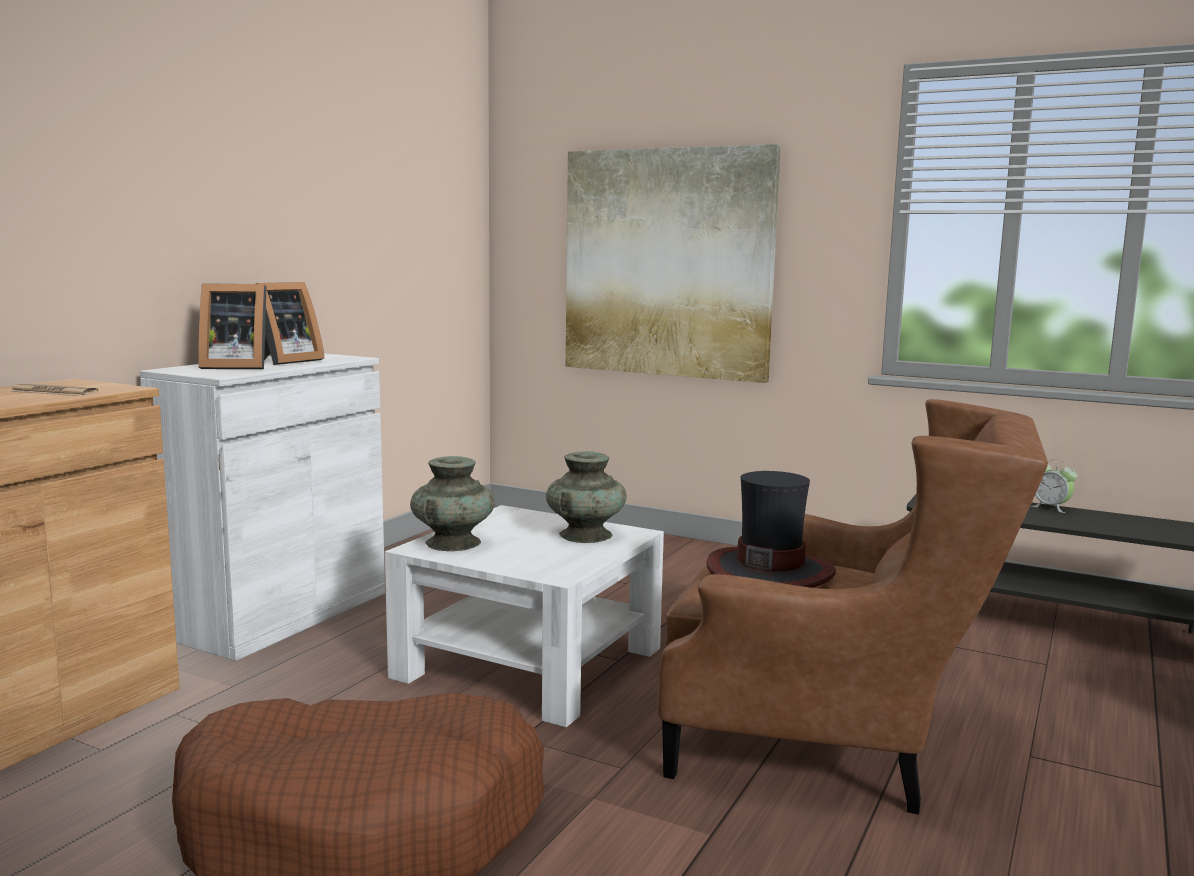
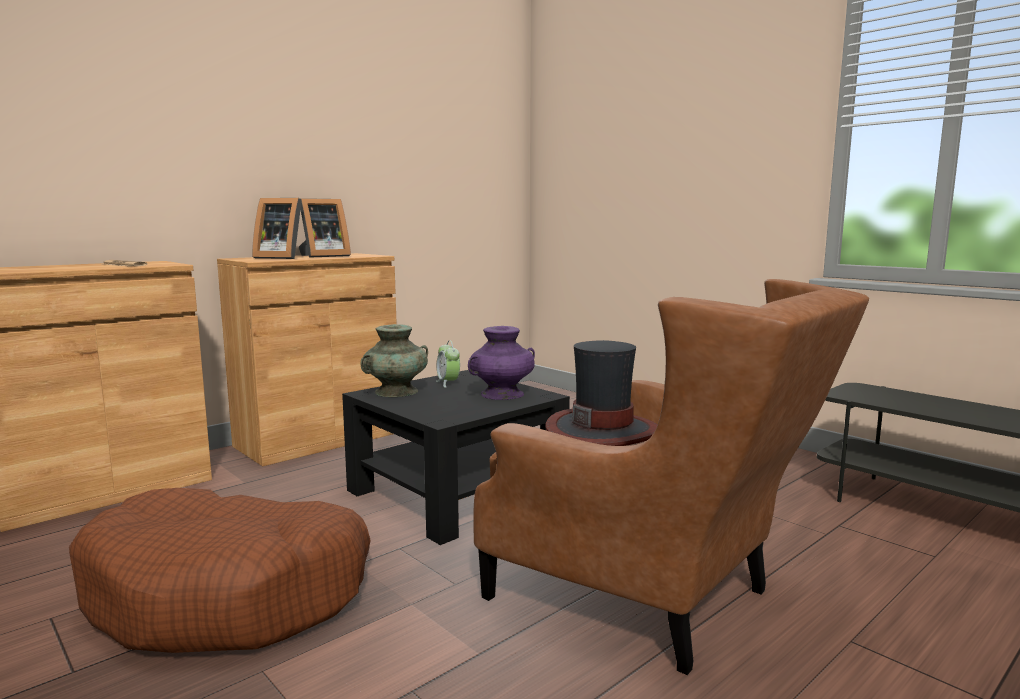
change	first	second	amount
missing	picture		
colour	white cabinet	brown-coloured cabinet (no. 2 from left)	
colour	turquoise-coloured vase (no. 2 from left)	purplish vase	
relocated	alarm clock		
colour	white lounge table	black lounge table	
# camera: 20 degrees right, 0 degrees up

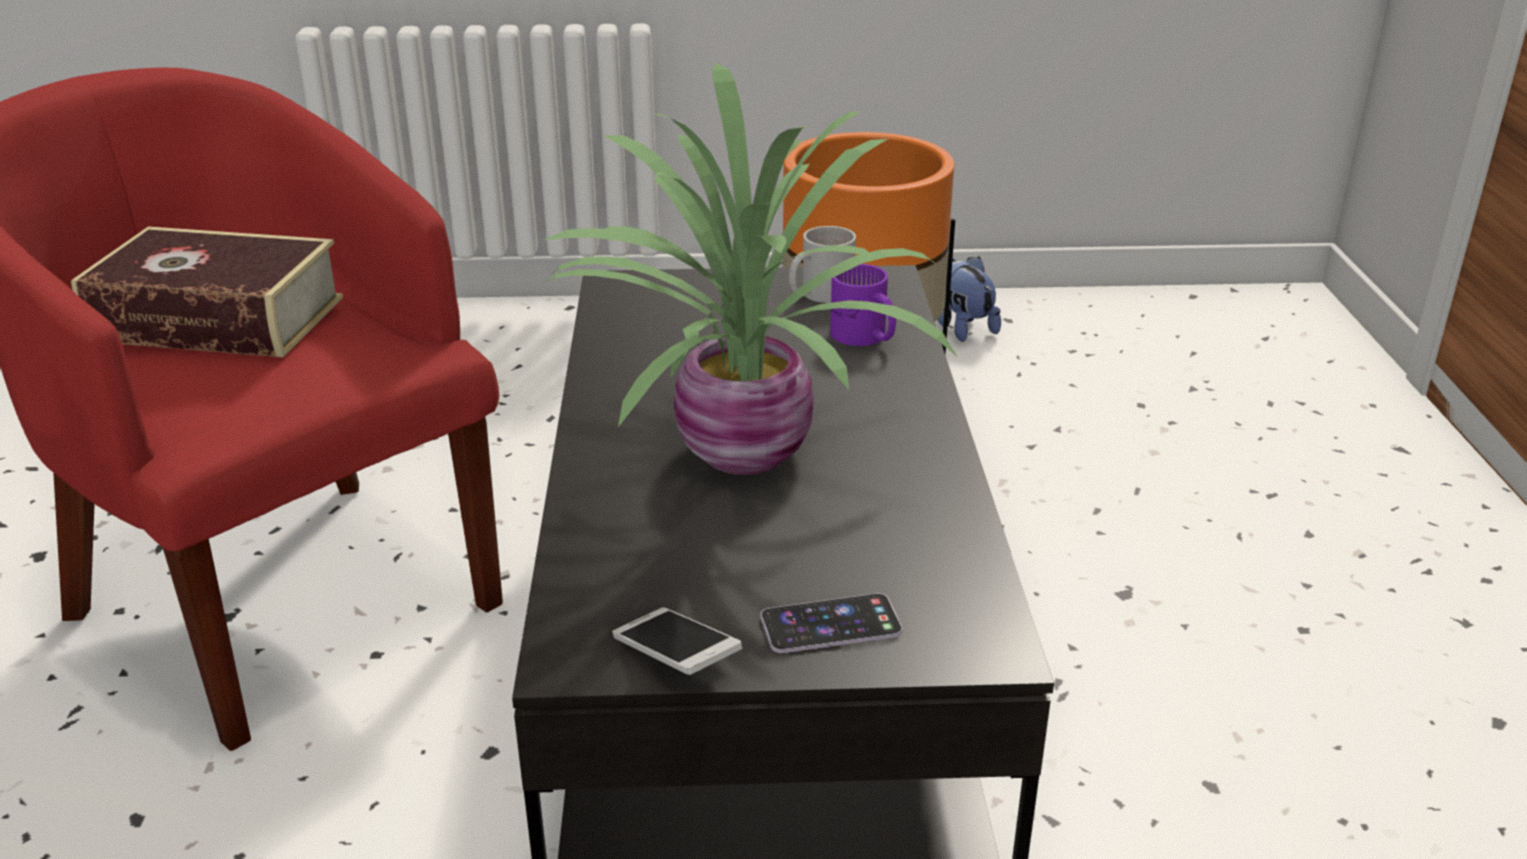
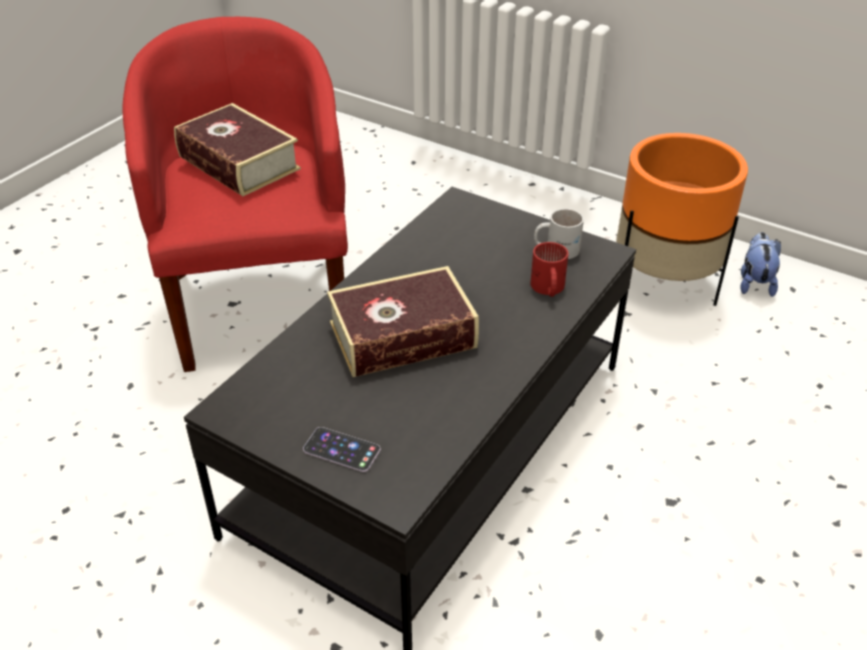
change	first	second	amount
exchanged	potted plant	book (no. 2 from left)	
colour	purplish tea mug	red tea mug	
missing	telephone (no. 1 from left)		
# camera: 35 degrees right, 10 degrees up

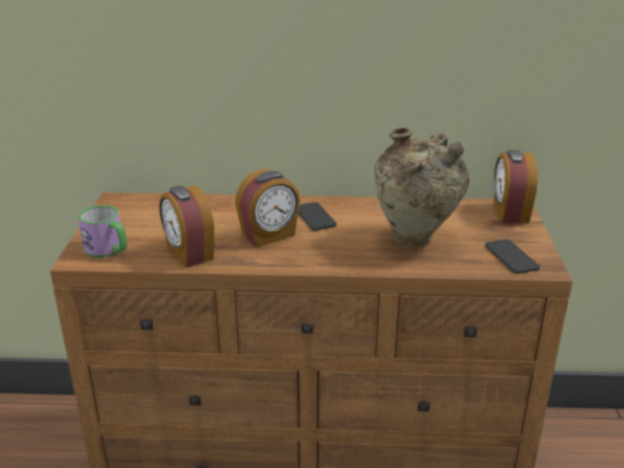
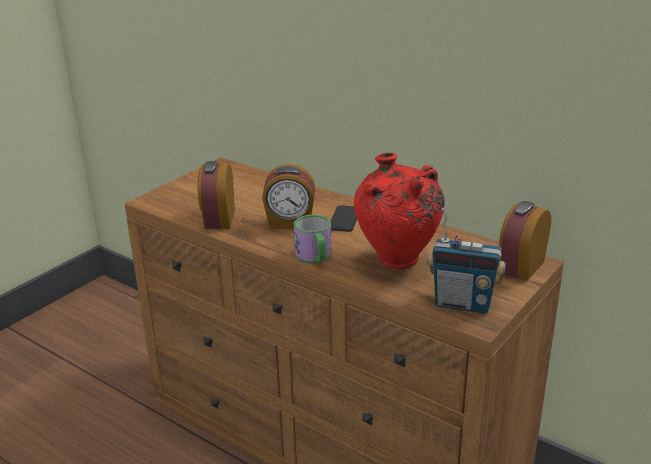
change	first	second	amount
colour	sand-coloured vase	red vase	
relocated	tea mug		
exchanged	telephone (no. 2 from left)	radio	
# camera: 35 degrees right, 0 degrees up

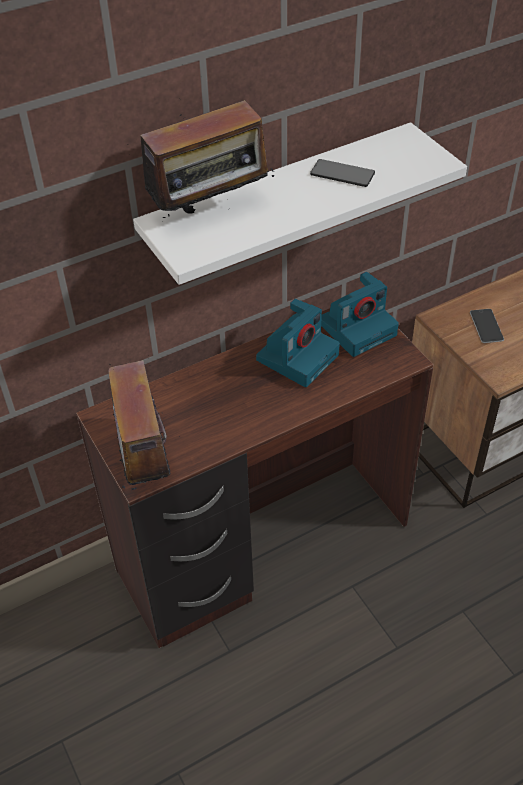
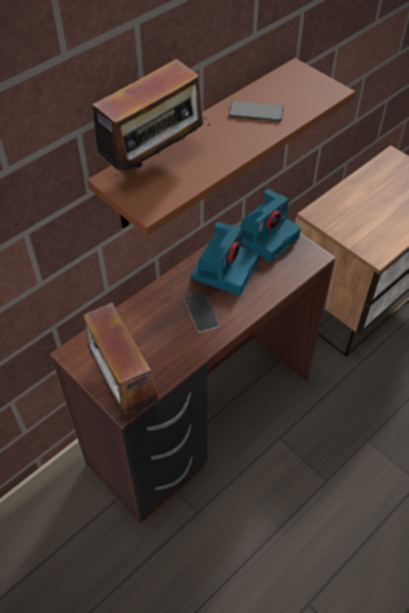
change	first	second	amount
colour	white bracket shelf	brown-coloured bracket shelf	
relocated	telephone (no. 2 from left in the first image)	telephone (no. 1 from left)	
# camera: 15 degrees left, 5 degrees up

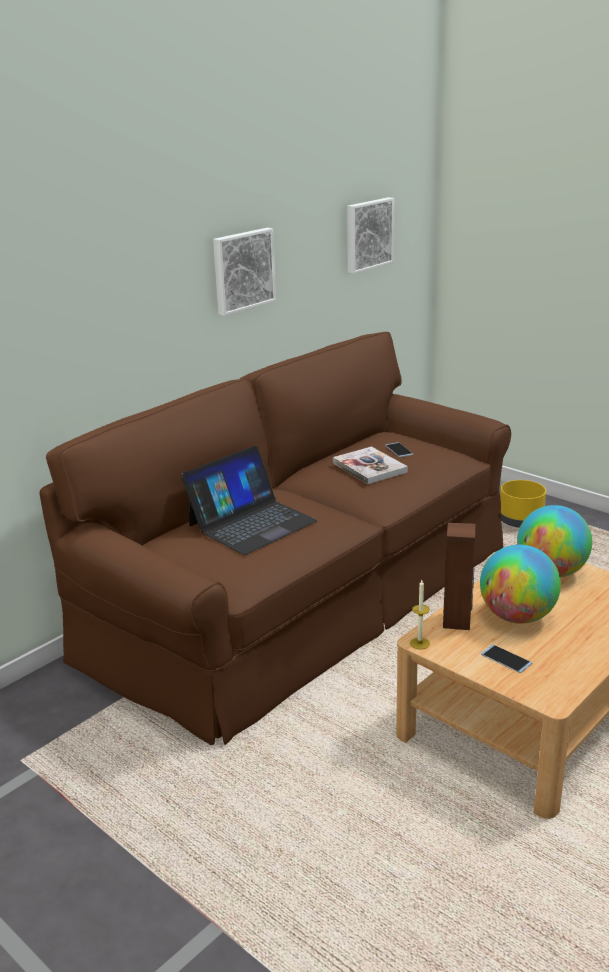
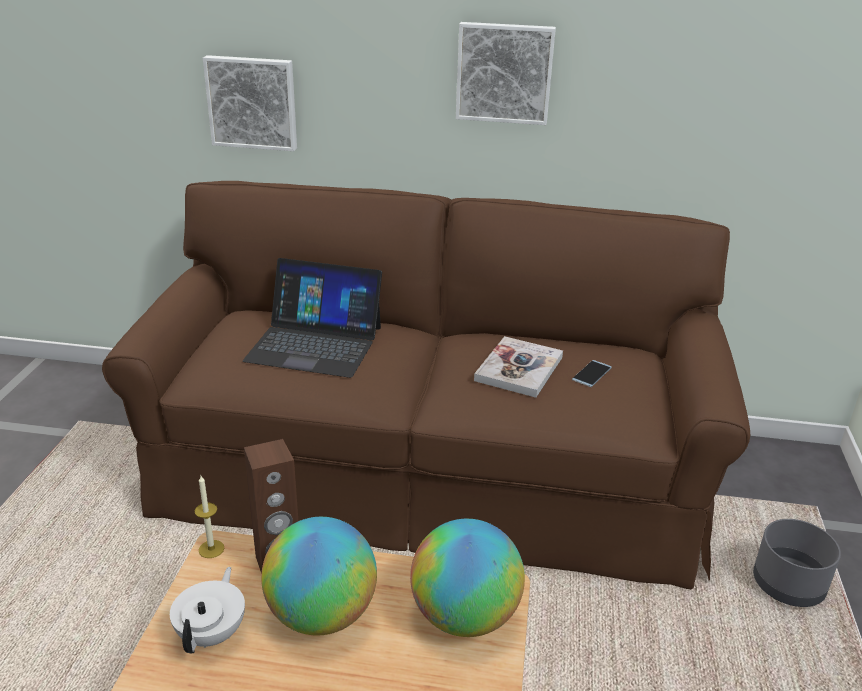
change	first	second	amount
relocated	picture (no. 2 from left in the first image)	picture (no. 1 from left)	
colour	yellow flower pot	grey flower pot	
exchanged	telephone (no. 2 from left)	white pot for tea	
# camera: 55 degrees right, 5 degrees up

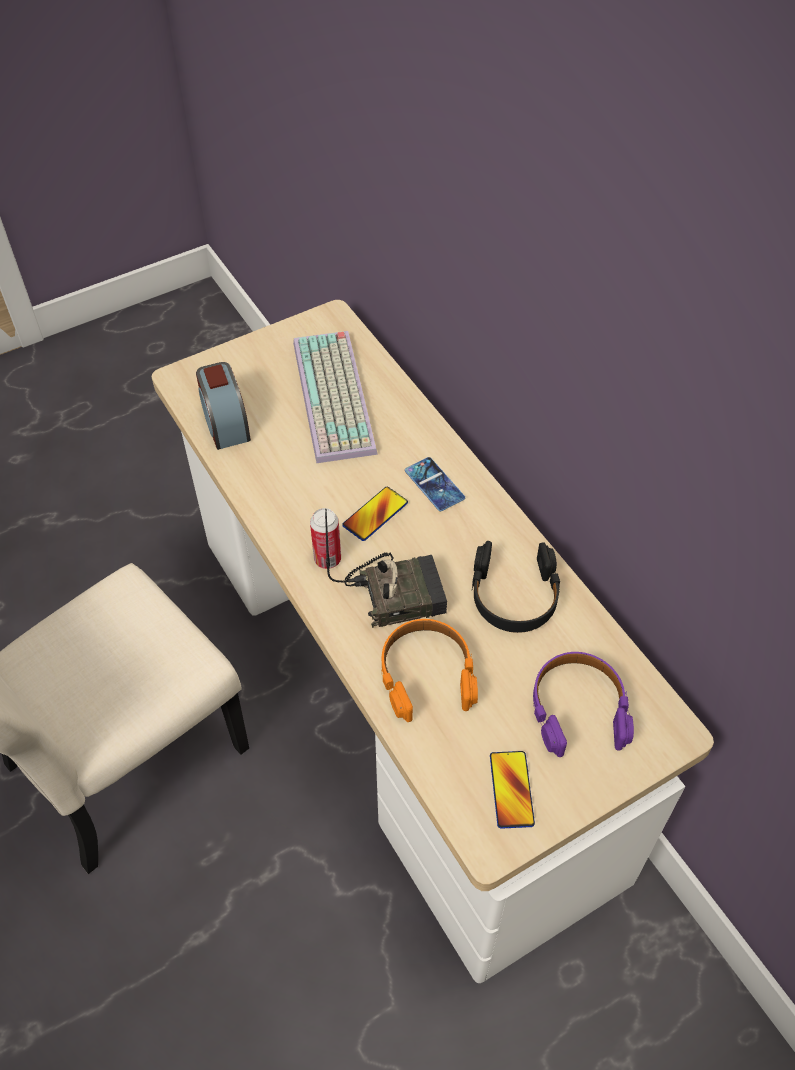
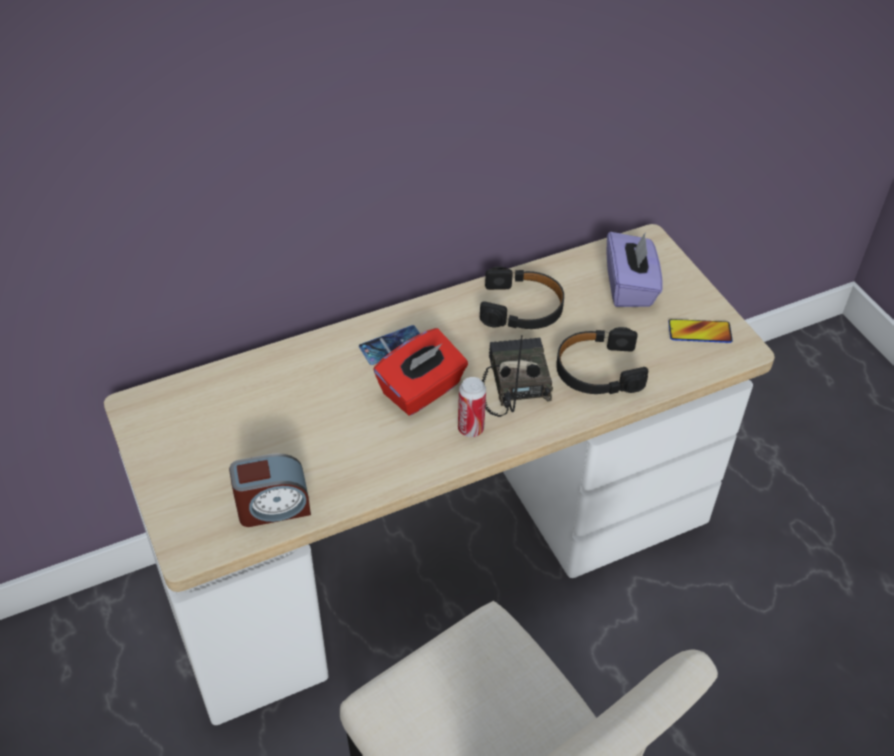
change	first	second	amount
missing	computer keyboard		
exchanged	telephone (no. 1 from left)	red tissue box	
colour	orange pair of headphones	black pair of headphones (no. 2 from left)	
exchanged	purplish pair of headphones	purplish tissue box	
# camera: 85 degrees left, 5 degrees down

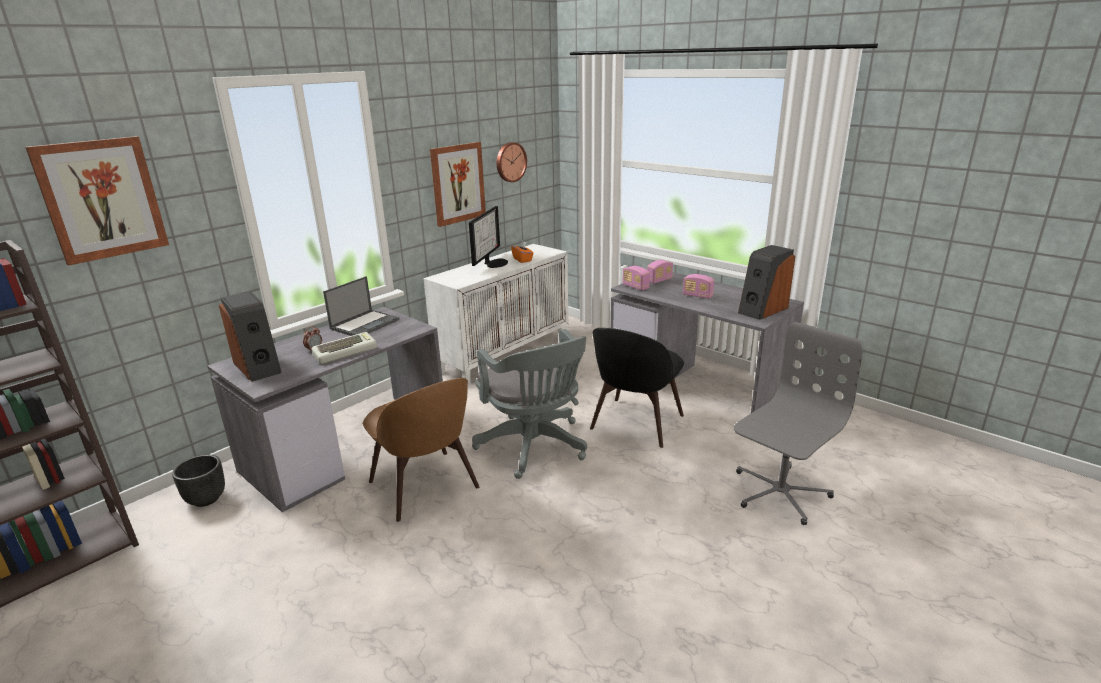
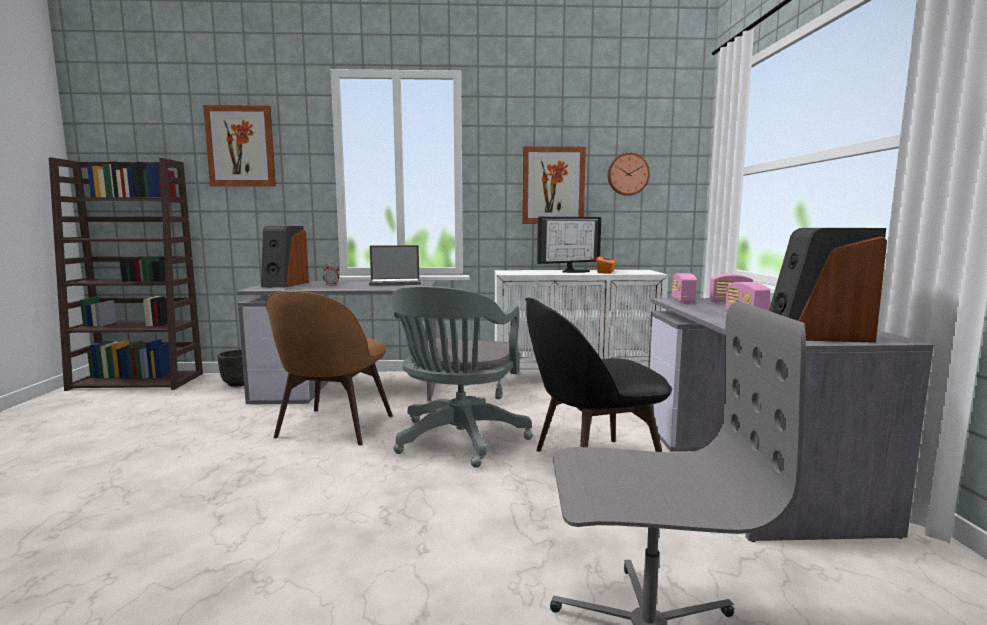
change	first	second	amount
missing	computer keyboard		
# camera: 45 degrees right, 15 degrees down

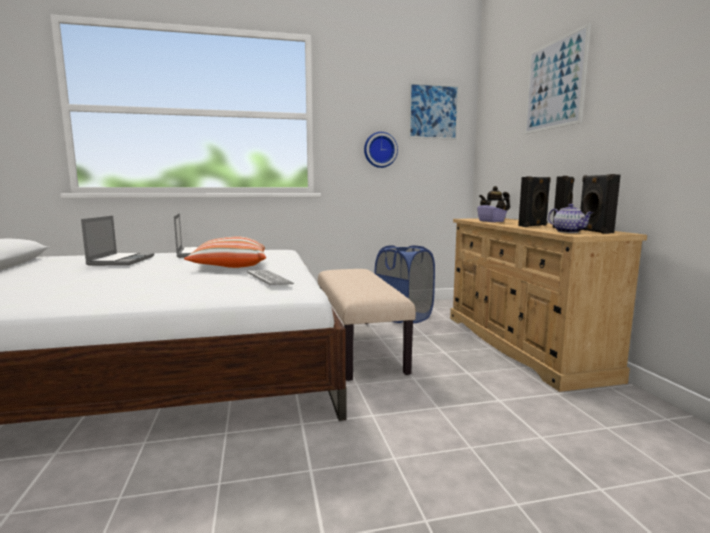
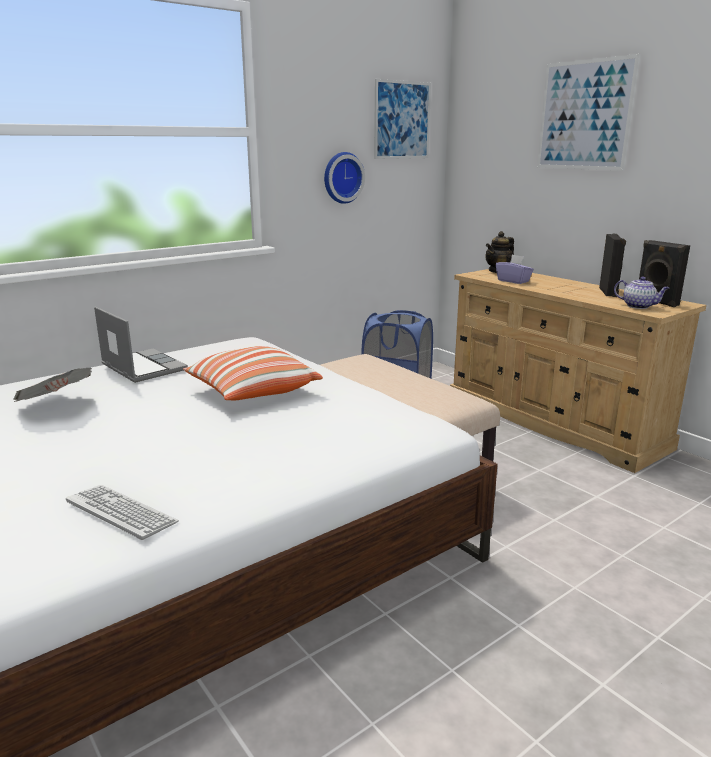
change	first	second	amount
missing	black loudspeaker (no. 1 from left)		
exchanged	notebook computer (no. 1 from left)	daily paper	
relocated	computer keyboard		
# camera: 25 degrees left, 10 degrees up

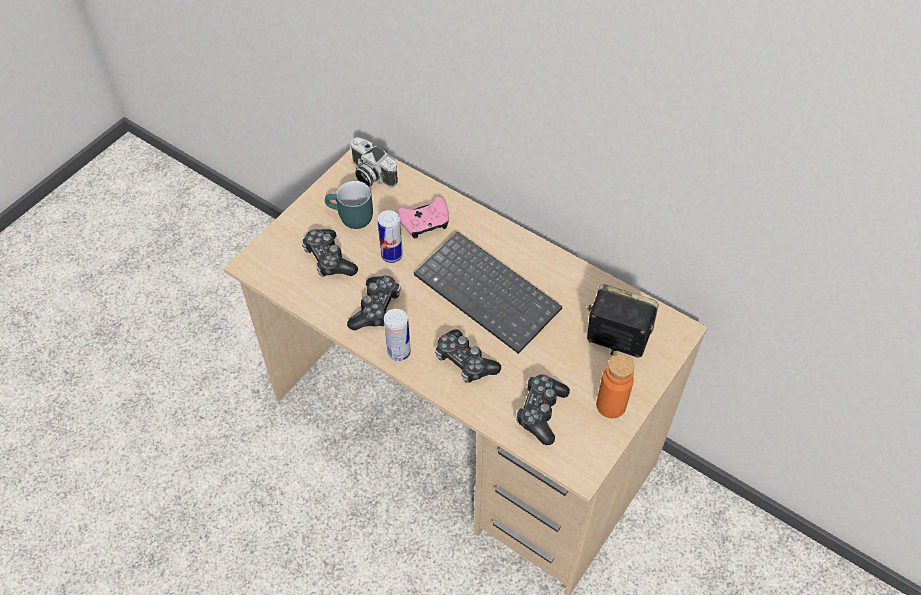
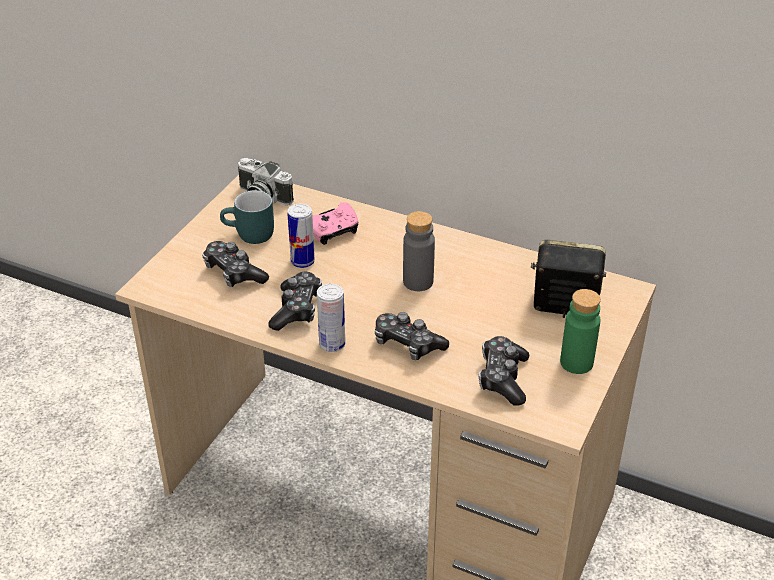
change	first	second	amount
exchanged	computer keyboard	grey bottle	
colour	orange bottle	green-coloured bottle	
# camera: 10 degrees left, 15 degrees down

